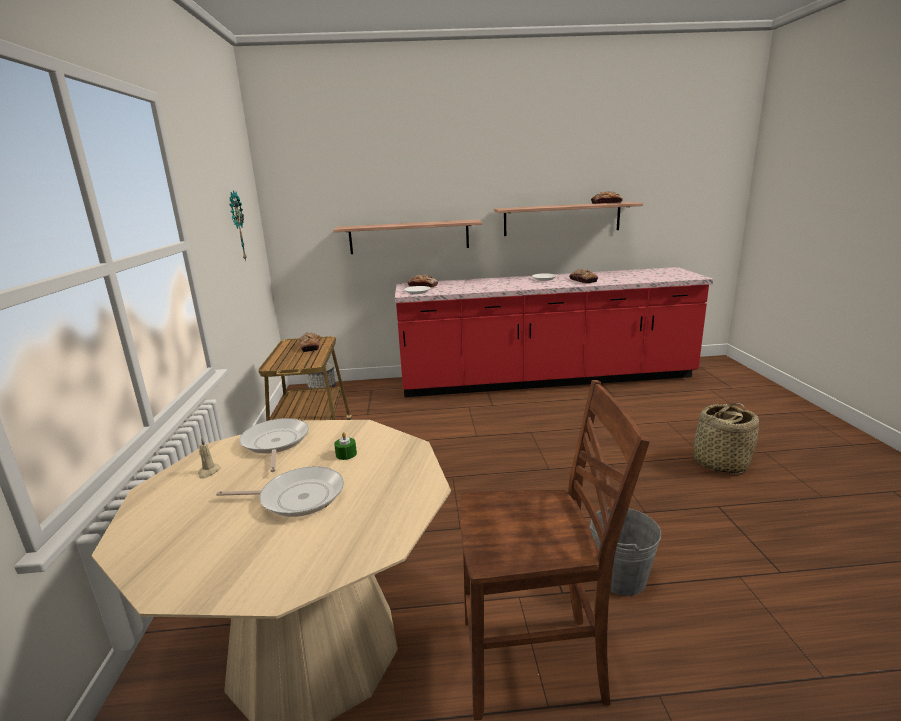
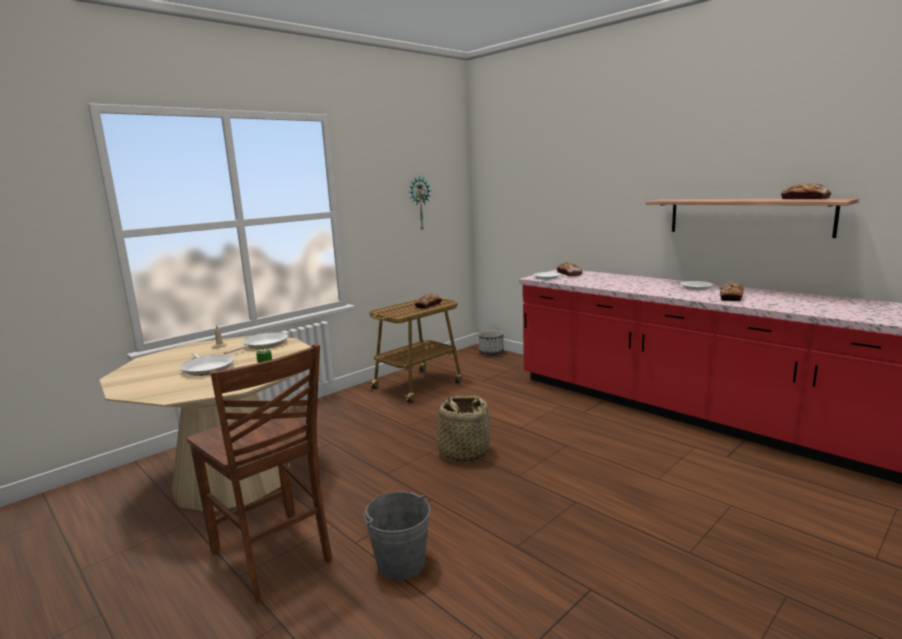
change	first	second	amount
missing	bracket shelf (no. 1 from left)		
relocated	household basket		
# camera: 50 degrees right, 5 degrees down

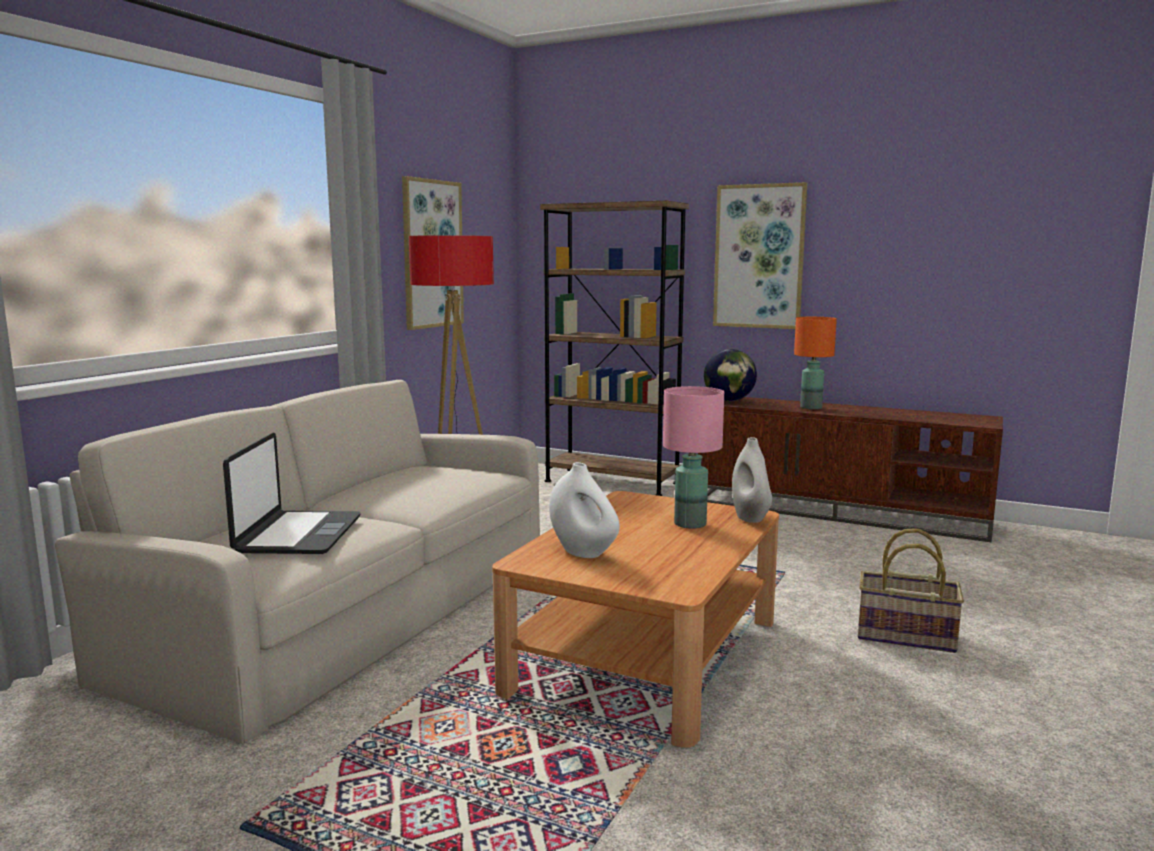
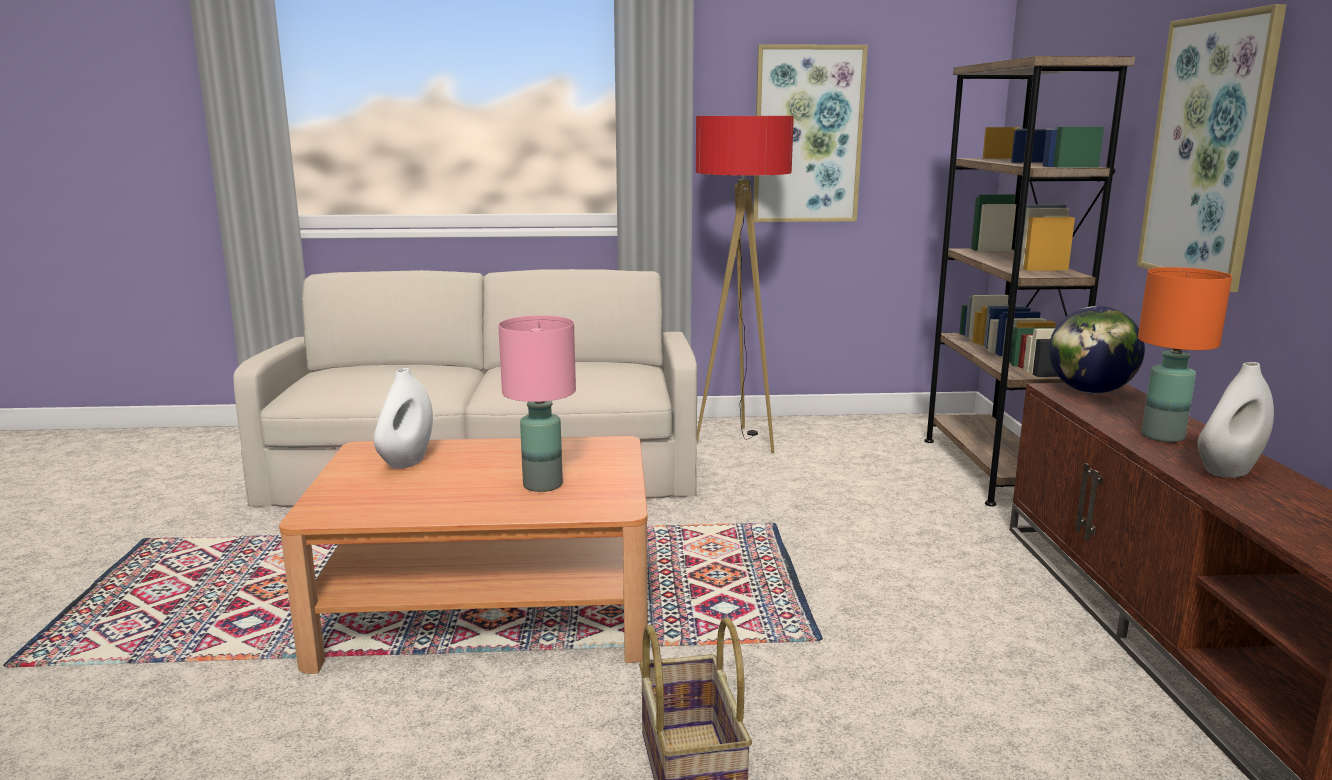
change	first	second	amount
missing	notebook computer		
relocated	white vase (no. 2 from left)		
# camera: 60 degrees right, 5 degrees up

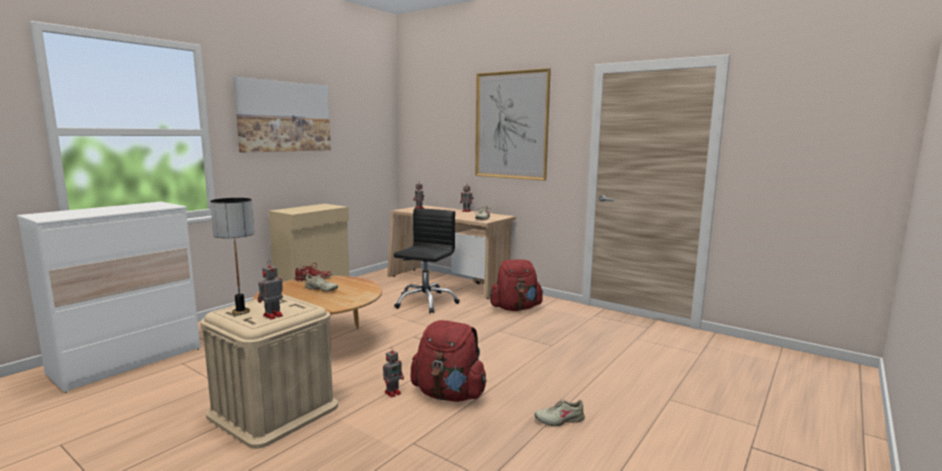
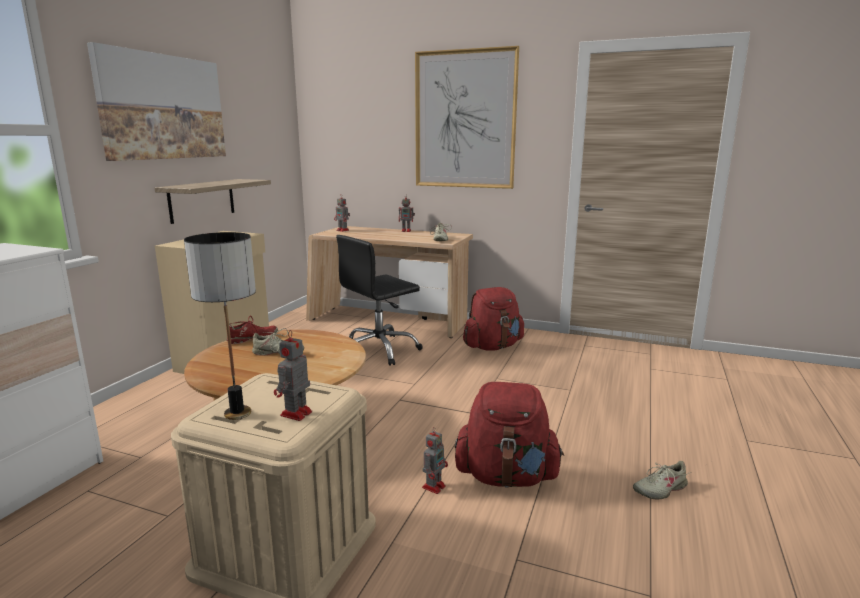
change	first	second	amount
spun	black computer chair		135 degrees counterclockwise
appeared		bracket shelf	
# camera: 15 degrees left, 5 degrees up

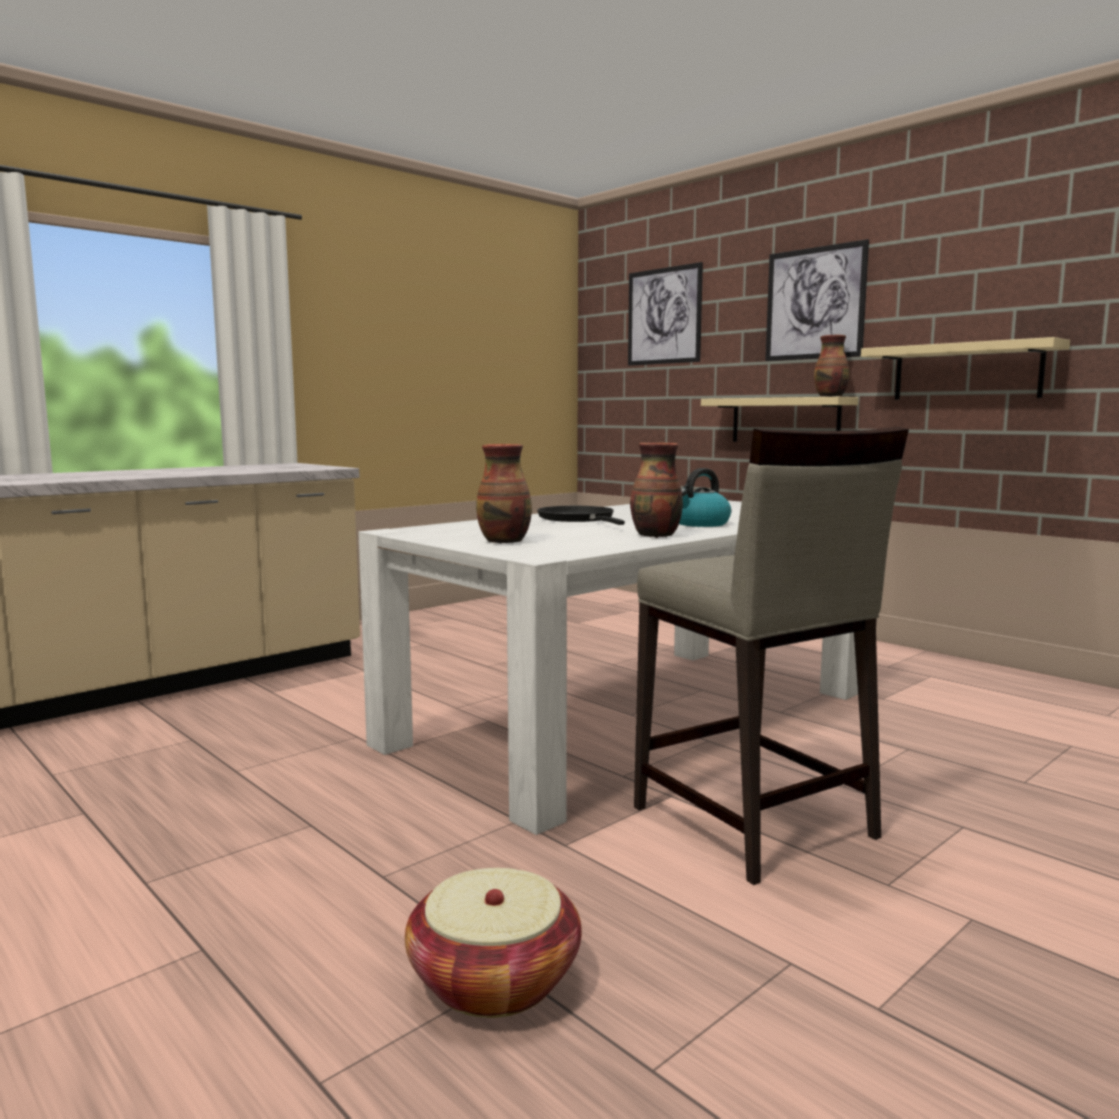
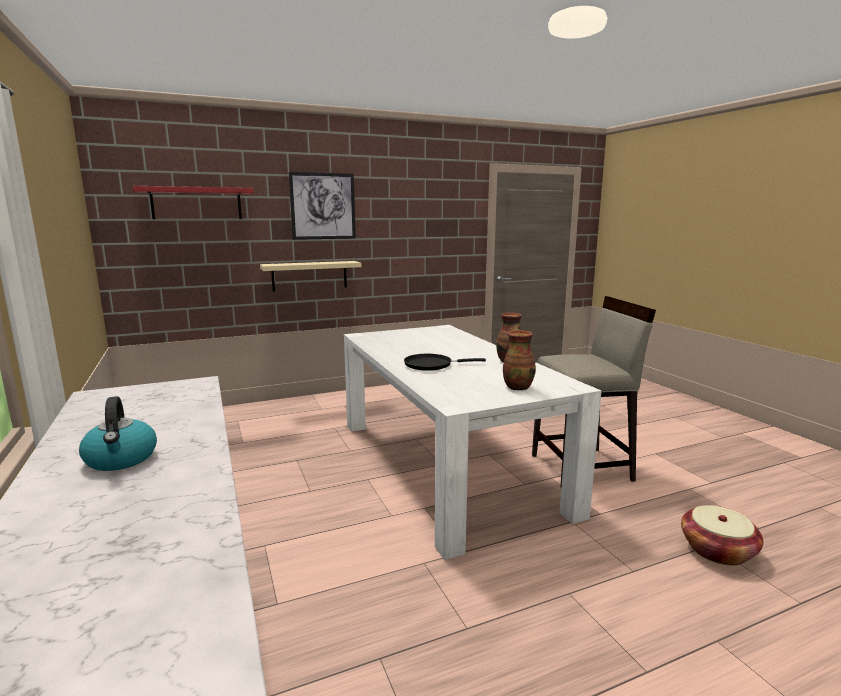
change	first	second	amount
exchanged	picture (no. 1 from left)	red bracket shelf	
missing	vase (no. 3 from left)		
missing	sand-coloured bracket shelf (no. 2 from left)		
relocated	tea kettle		
# camera: 70 degrees left, 5 degrees up

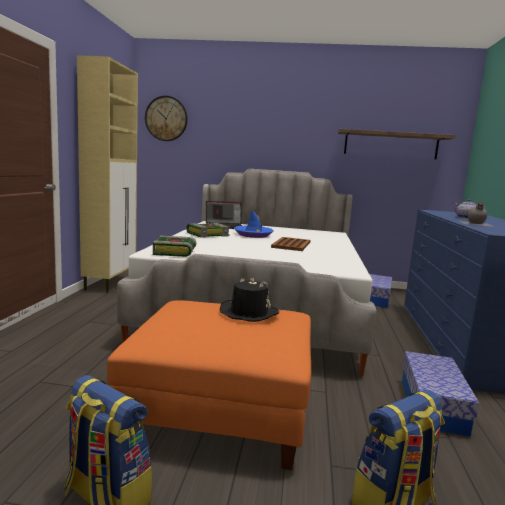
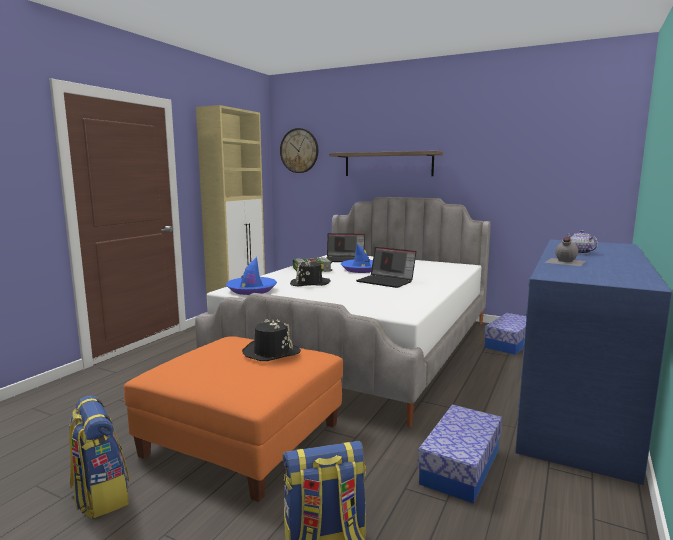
change	first	second	amount
relocated	bracket shelf		
exchanged	book (no. 1 from left)	blue-coloured hat (no. 1 from left)	
exchanged	brown-coloured tray	notebook computer (no. 2 from left)	
appeared		black hat (no. 2 from left)	
# camera: 20 degrees right, 0 degrees up

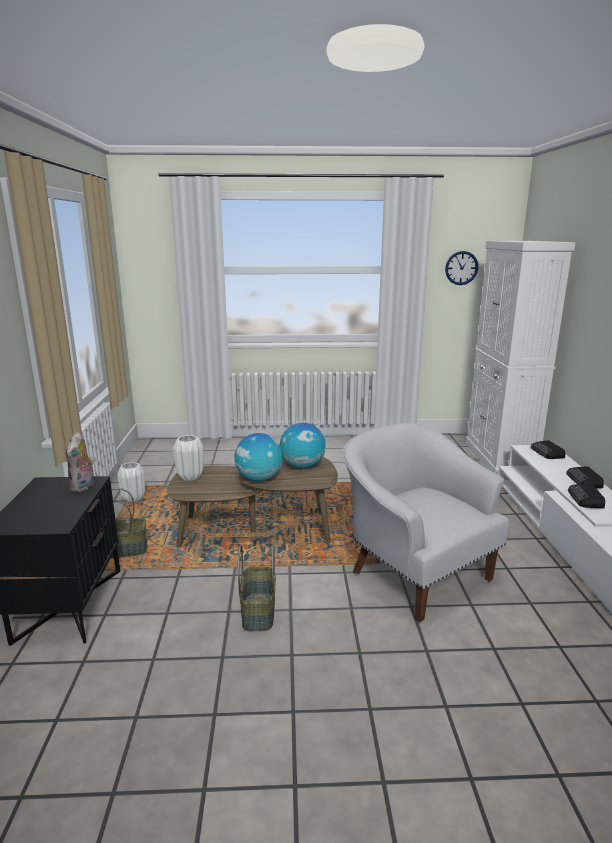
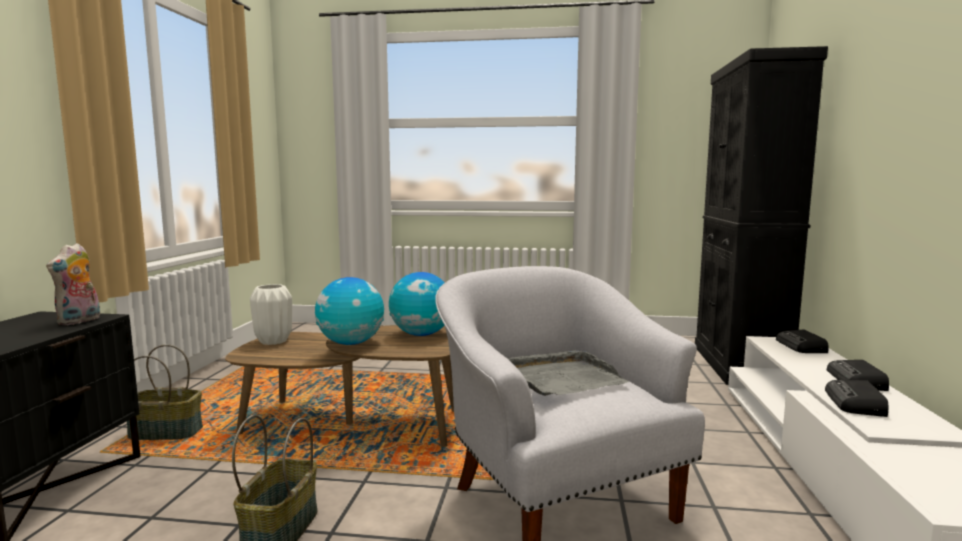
change	first	second	amount
colour	white cabinet	black cabinet	
missing	hanging clock		
missing	white vase (no. 1 from left)		
appeared		grey tray	
# camera: 10 degrees right, 10 degrees down

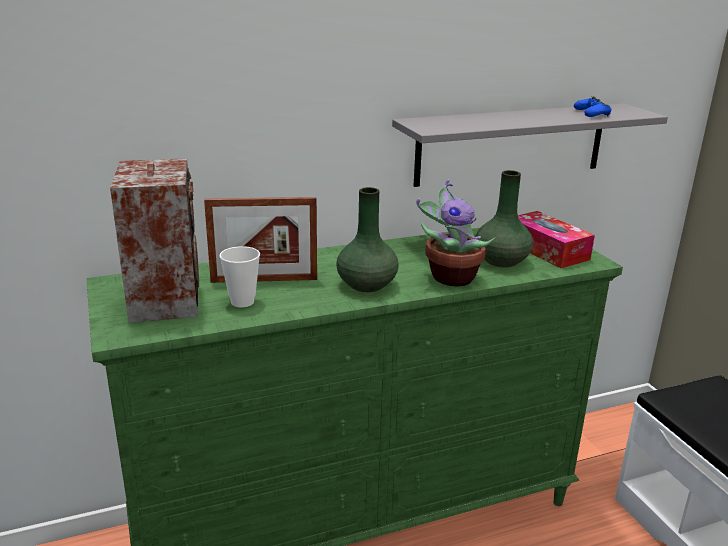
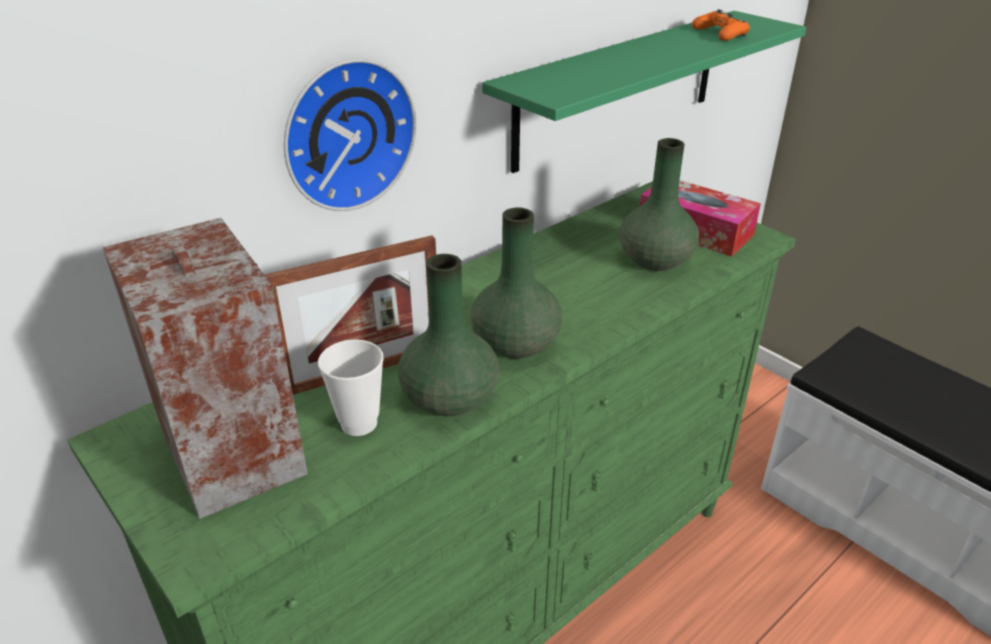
change	first	second	amount
colour	blue-coloured game controller	orange game controller	
colour	grey bracket shelf	green-coloured bracket shelf	
missing	potted plant		
appeared		hanging clock	
appeared		green-coloured vase (no. 1 from left)	
# camera: 20 degrees left, 10 degrees up

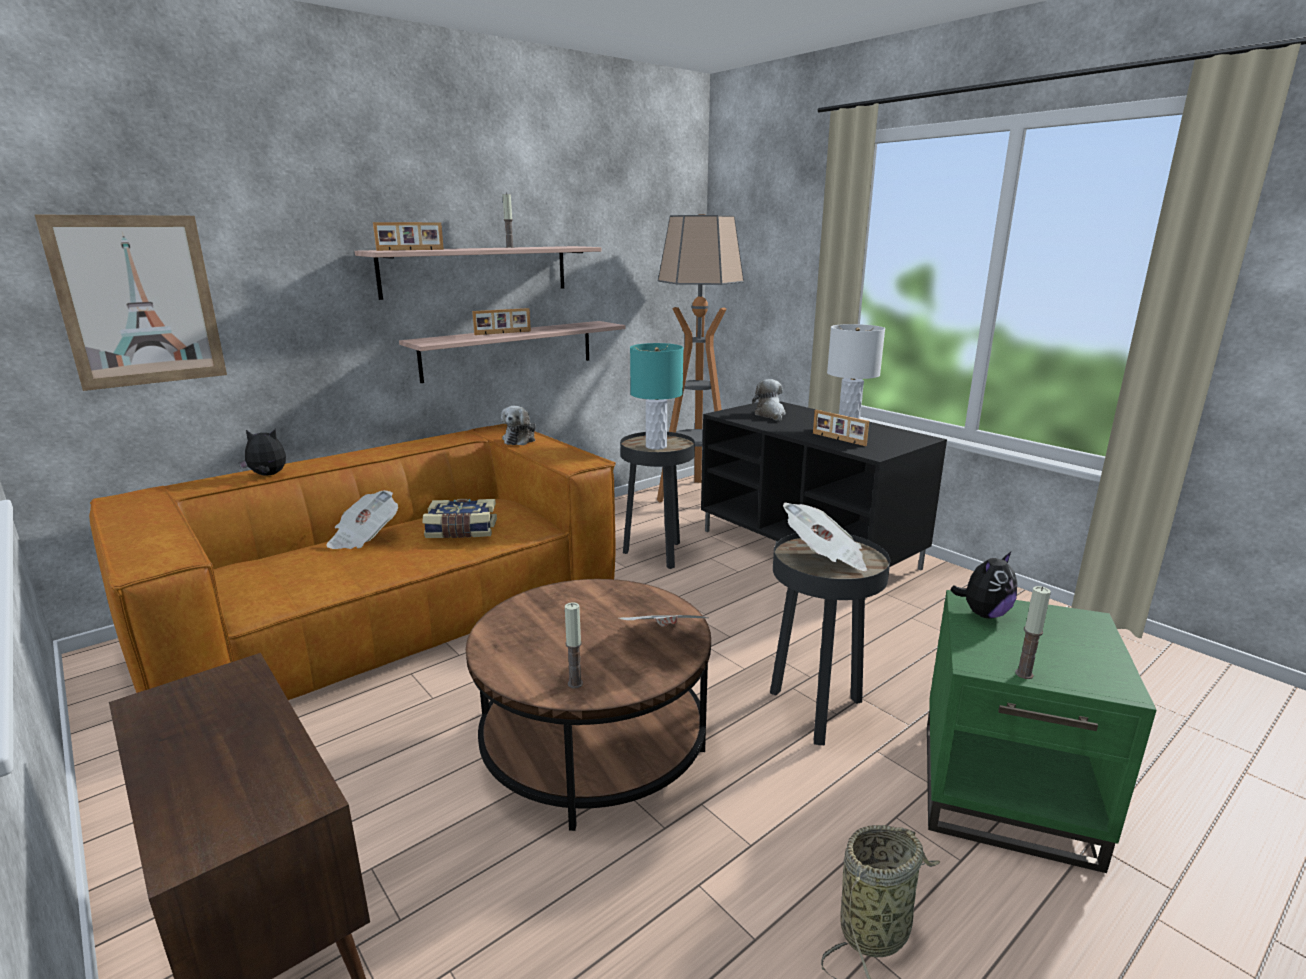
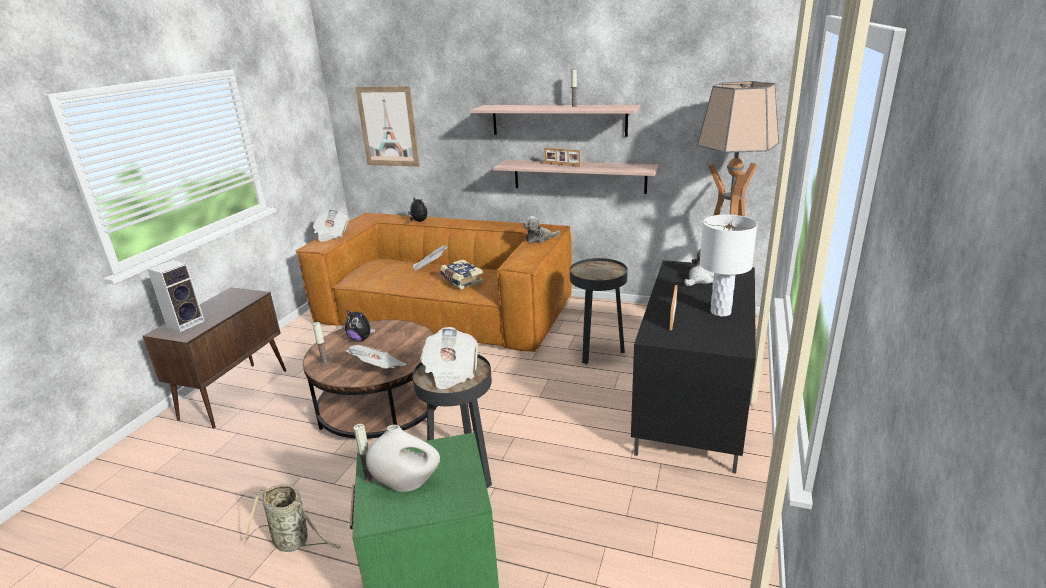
change	first	second	amount
missing	picture frame (no. 1 from left)		
missing	turquoise-coloured tabletop lamp		
relocated	soft toy (no. 4 from left in the first image)	soft toy (no. 1 from left)	
appeared		daily paper (no. 1 from left)	
appeared		loudspeaker	
appeared		white vase	
# camera: 60 degrees right, 5 degrees up

